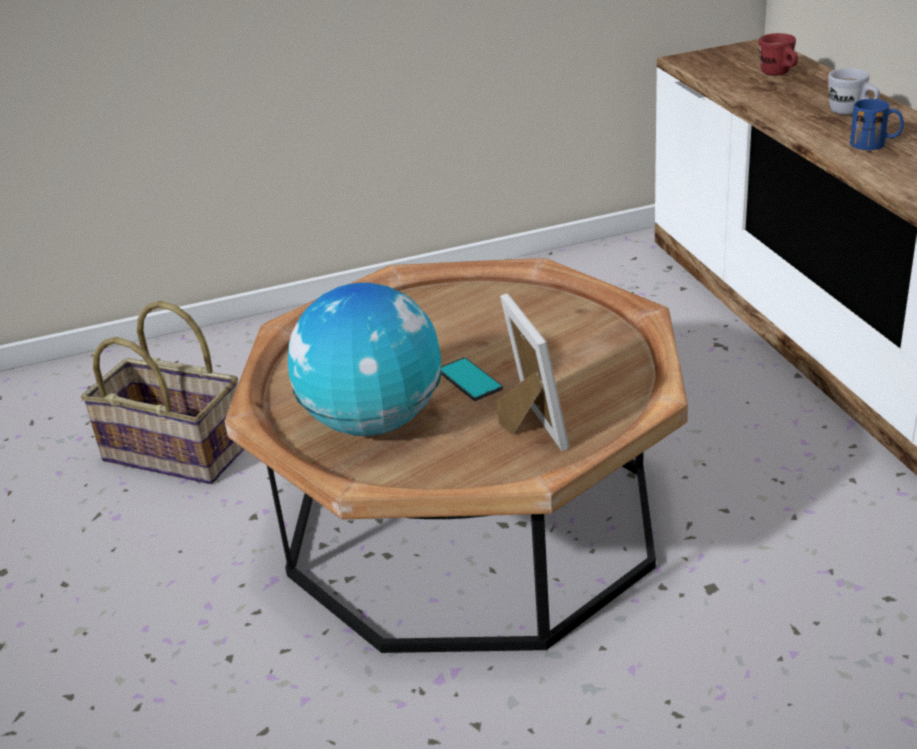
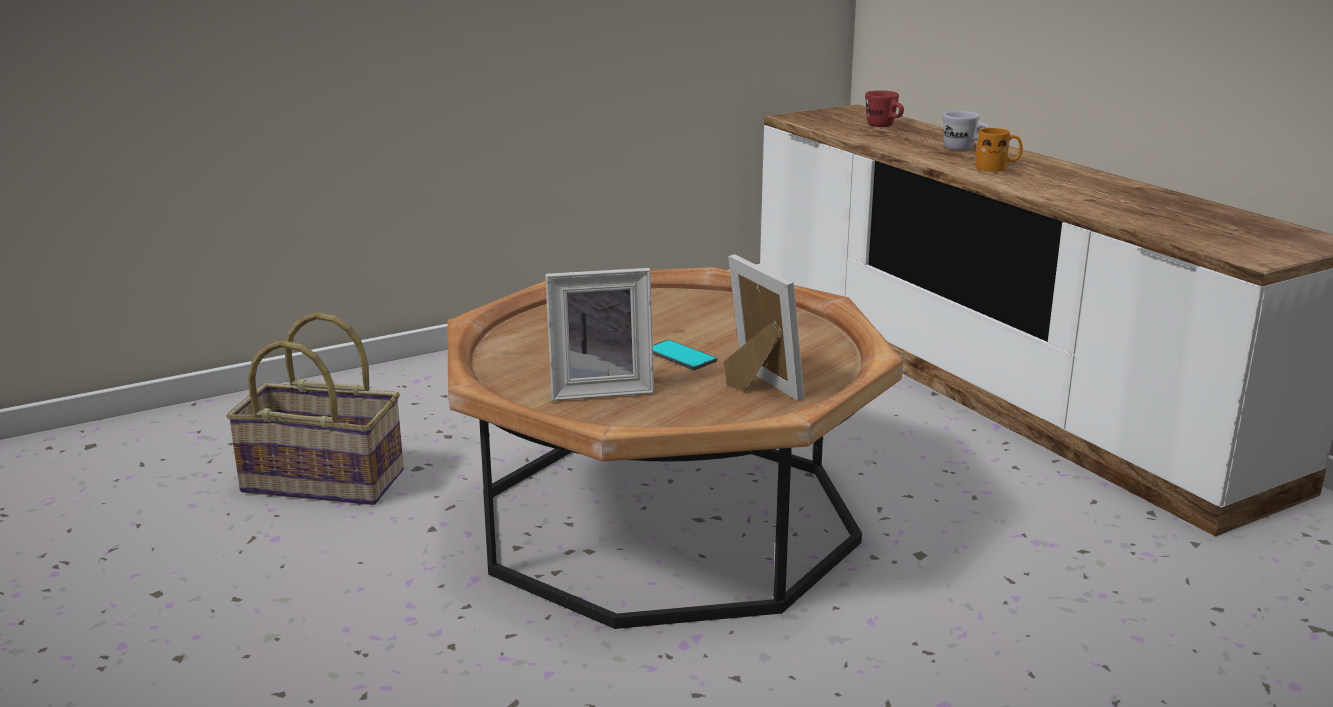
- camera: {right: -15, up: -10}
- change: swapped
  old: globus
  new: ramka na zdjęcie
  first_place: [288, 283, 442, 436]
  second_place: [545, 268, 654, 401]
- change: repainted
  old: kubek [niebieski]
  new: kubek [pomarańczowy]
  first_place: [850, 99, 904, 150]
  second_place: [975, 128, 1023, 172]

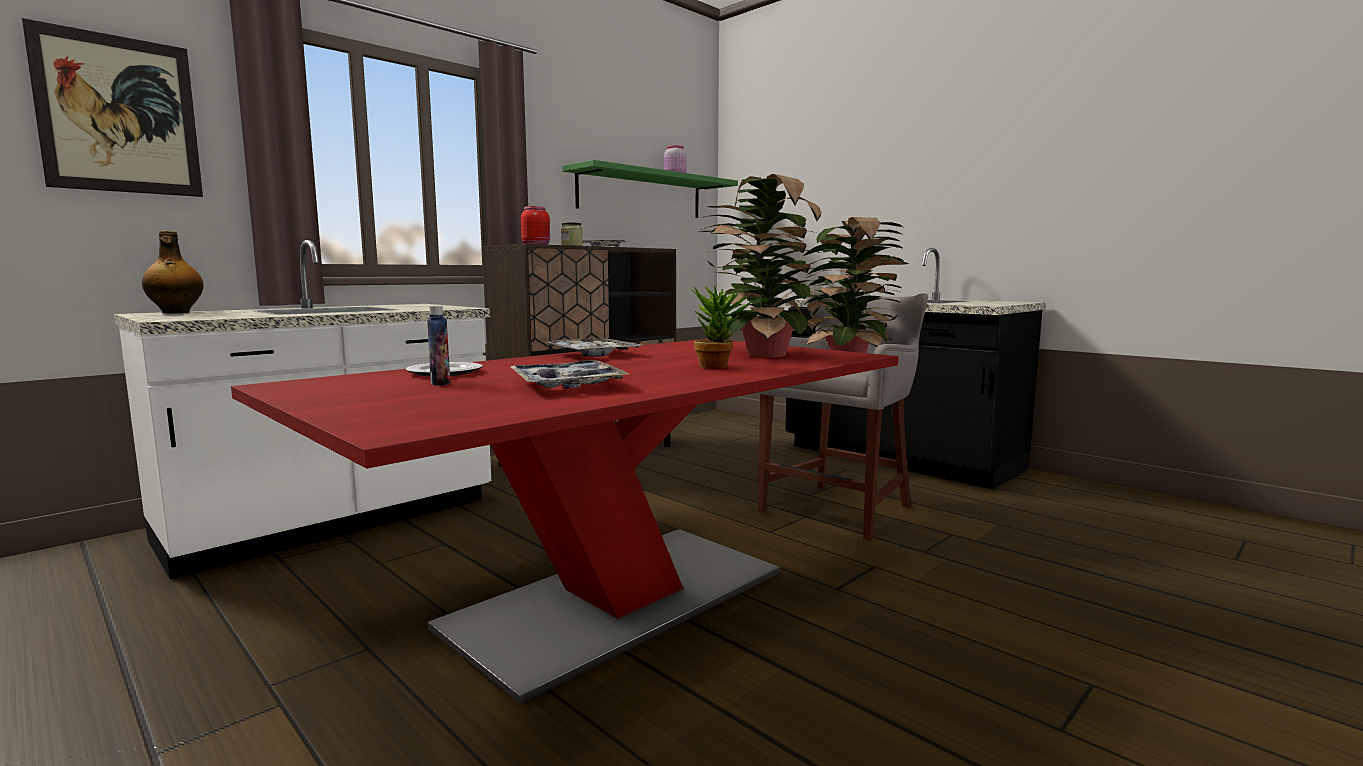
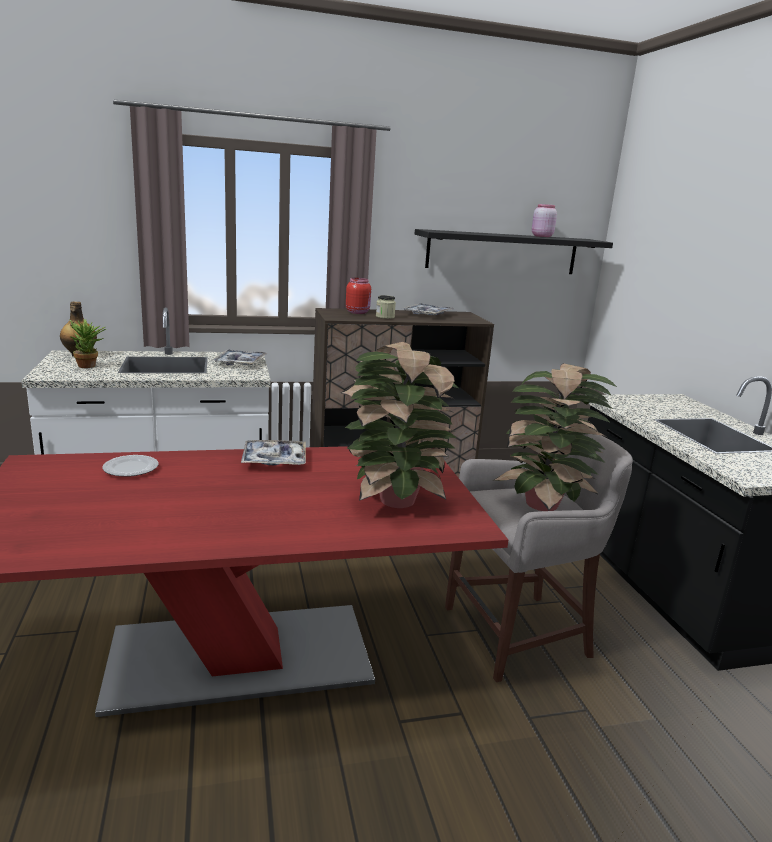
- camera: {right: 30, up: 10}
- change: gone
  old: obraz
  first_place: [22, 18, 203, 197]
- change: gone
  old: butelka
  first_place: [427, 306, 450, 386]
- change: shifted
  old: taca
  first_place: [510, 360, 629, 389]
  second_place: [212, 349, 267, 366]
- change: repainted
  old: półka [zielony]
  new: półka [czarny]
  first_place: [562, 160, 738, 218]
  second_place: [415, 229, 613, 274]
- change: shifted
  old: roślina doniczkowa
  first_place: [690, 285, 752, 369]
  second_place: [70, 320, 106, 368]

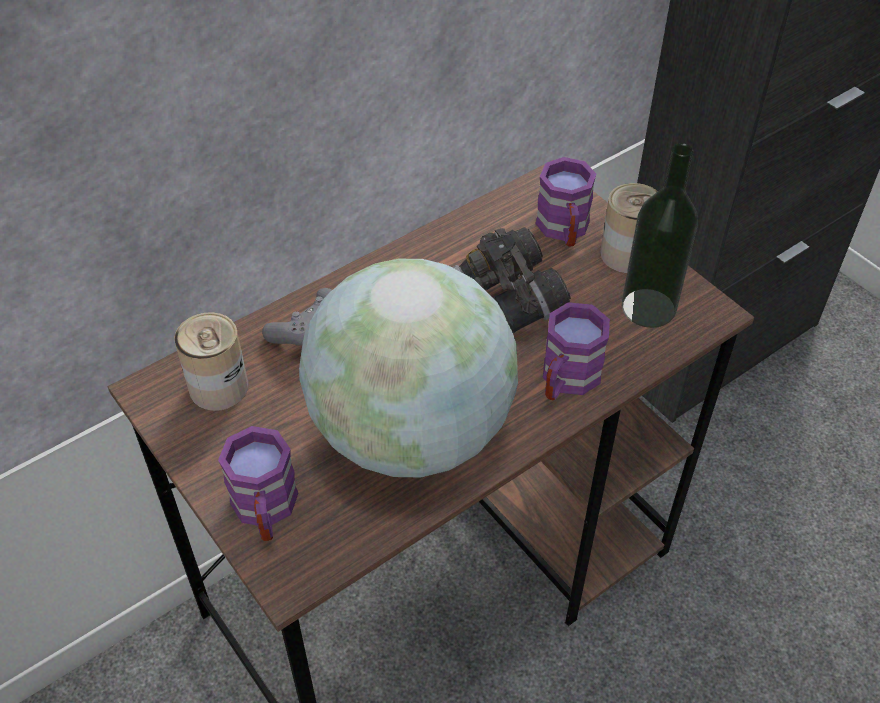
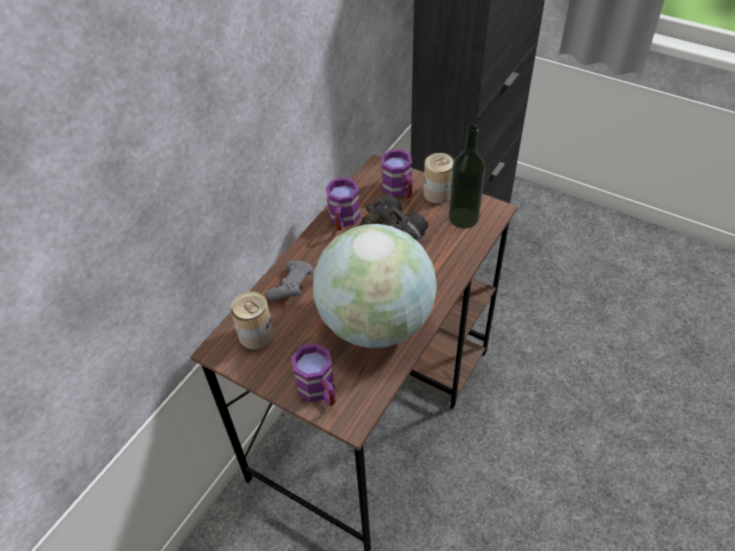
- camera: {right: -20, up: 0}
- change: shifted
  old: kubek [fioletowy]
  first_place: [543, 302, 610, 400]
  second_place: [326, 177, 360, 230]

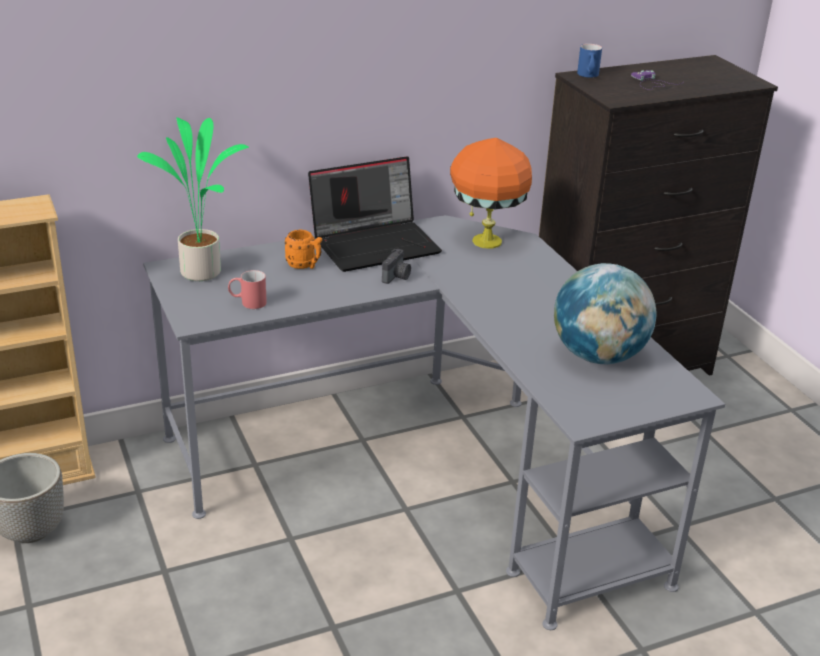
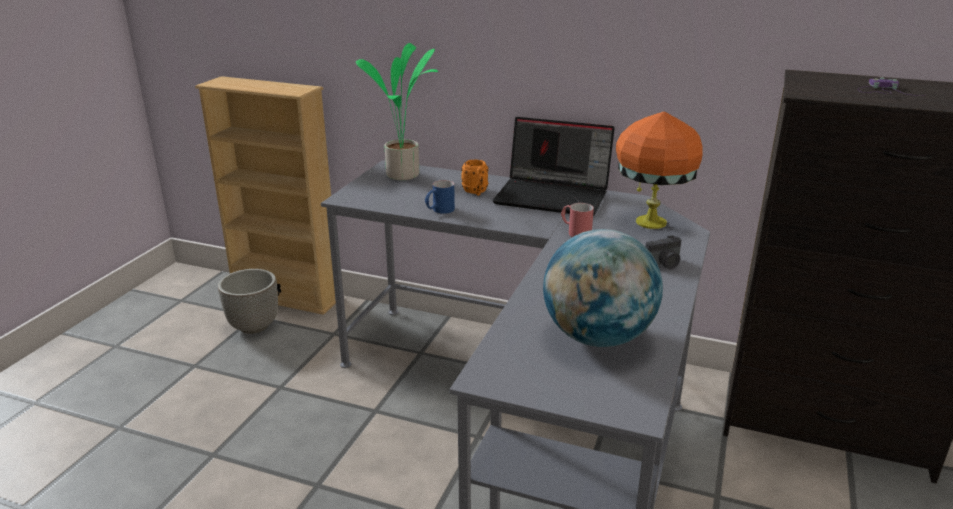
- camera: {right: 45, up: -5}
- change: shifted
  old: kubek [czerwony]
  first_place: [228, 270, 267, 309]
  second_place: [561, 203, 594, 237]
- change: shifted
  old: aparat fotograficzny
  first_place: [382, 249, 411, 284]
  second_place: [645, 235, 682, 269]
- change: shifted
  old: kubek [niebieski]
  first_place: [577, 44, 602, 78]
  second_place: [425, 180, 455, 214]

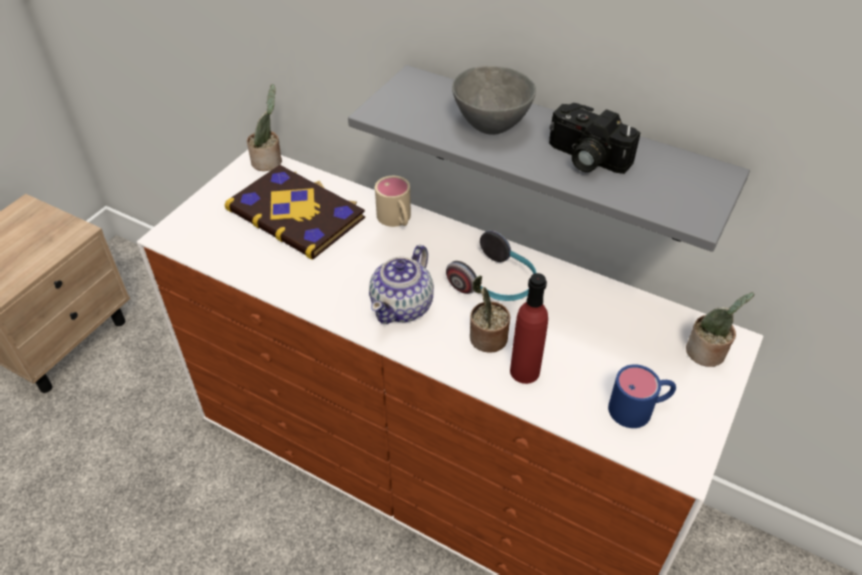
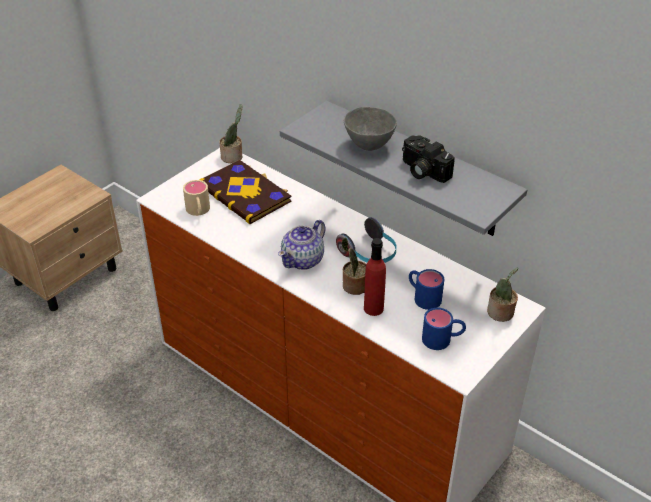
- camera: {right: 10, up: -5}
- change: shifted
  old: kubek [beżowy]
  first_place: [375, 176, 411, 227]
  second_place: [183, 180, 210, 216]
- change: new
  new: kubek [niebieski]
  second_place: [409, 269, 444, 310]

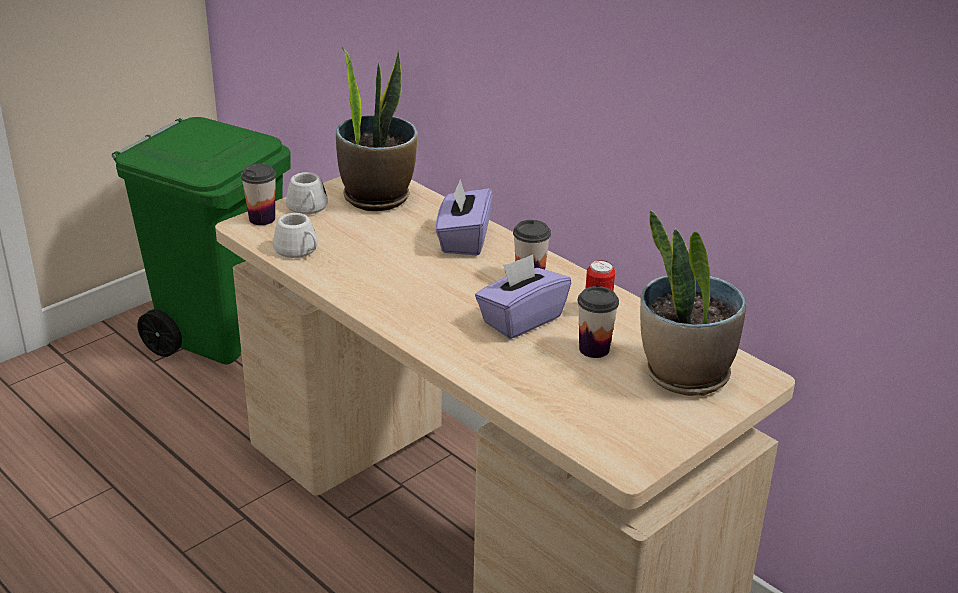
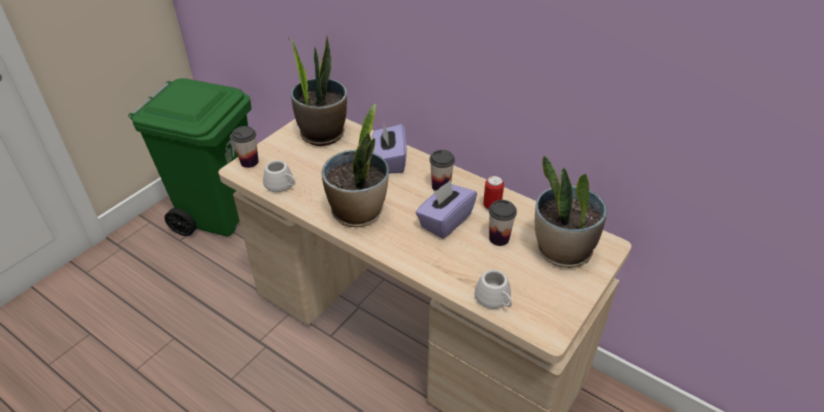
- camera: {right: -10, up: 10}
- change: shifted
  old: kubek [biały]
  first_place: [286, 172, 328, 214]
  second_place: [475, 269, 512, 309]
- change: new
  new: roślina doniczkowa
  second_place: [322, 104, 389, 227]

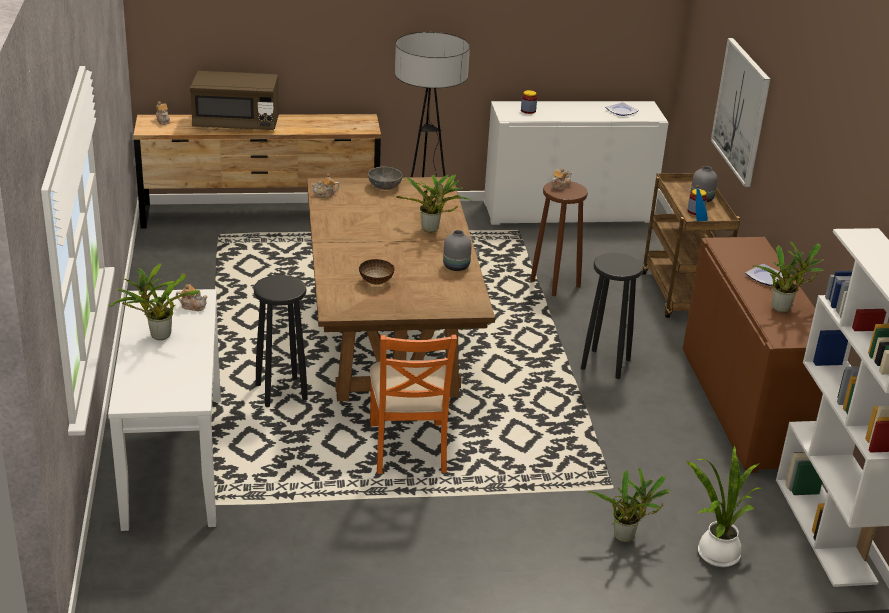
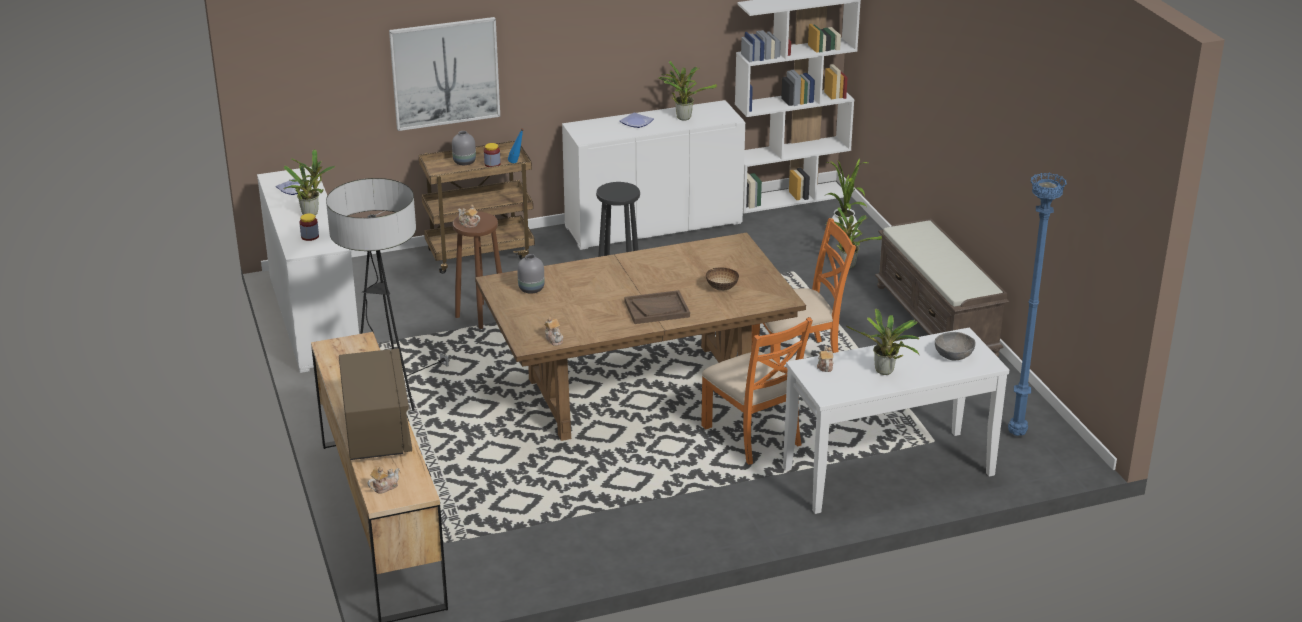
- camera: {right: -100, up: 0}
- change: swapped
  old: stołek [czarny]
  new: krzesło [pomarańczowy]
  first_place: [254, 275, 308, 407]
  second_place: [701, 317, 813, 465]
- change: shifted
  old: miska [szary]
  first_place: [368, 166, 402, 190]
  second_place: [935, 332, 976, 360]
- change: shifted
  old: roślina doniczkowa
  first_place: [396, 175, 472, 232]
  second_place: [283, 149, 336, 215]
- change: shifted
  old: wazon [szary]
  first_place: [443, 230, 472, 271]
  second_place: [517, 254, 544, 293]
- change: repainted
  old: szafka [brązowy]
  new: szafka [biały]
  first_place: [683, 237, 823, 473]
  second_place: [562, 100, 745, 250]
- change: new
  new: taca [brązowy]
  second_place: [624, 290, 690, 324]
- change: new
  new: ławka [brązowy]
  second_place: [875, 218, 1009, 357]
- change: new
  new: lampa stojąca [niebieski]
  second_place: [1008, 173, 1067, 436]

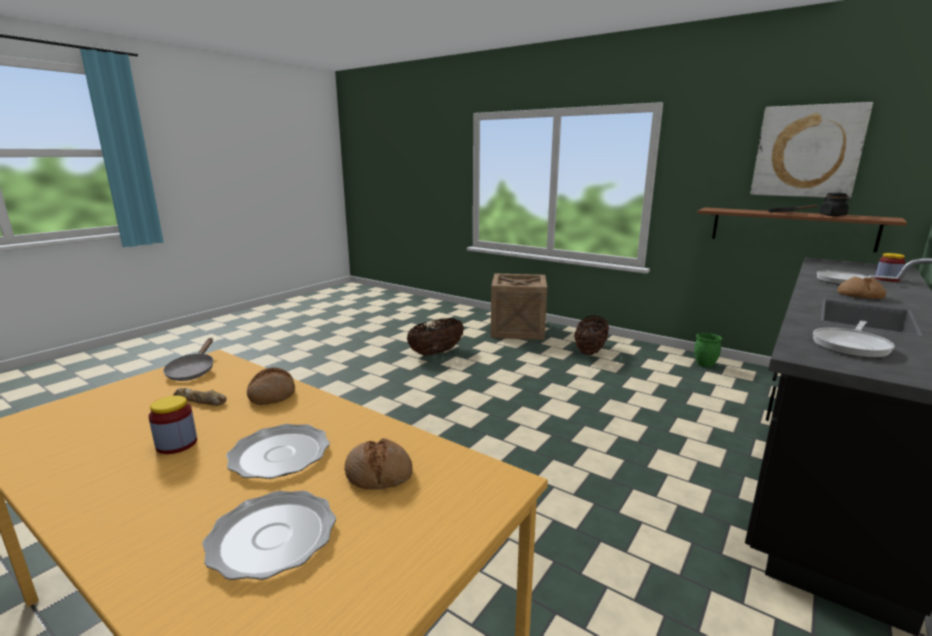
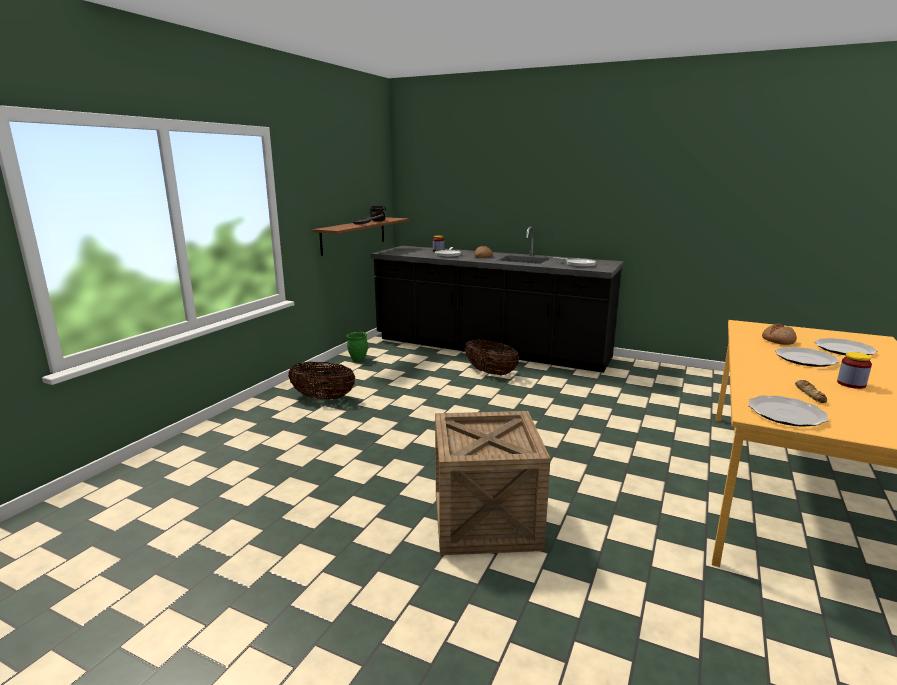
- camera: {right: -100, up: 0}
- change: swapped
  old: patelnia [szary]
  new: talerz
  first_place: [163, 338, 214, 381]
  second_place: [748, 395, 829, 427]
- change: gone
  old: chleb
  first_place: [247, 367, 295, 405]
- change: shifted
  old: koszyk
  first_place: [407, 318, 464, 355]
  second_place: [465, 339, 519, 375]
- change: shifted
  old: skrzynka
  first_place: [490, 274, 547, 340]
  second_place: [435, 411, 550, 555]
- change: gone
  old: obraz
  first_place: [751, 102, 873, 198]

